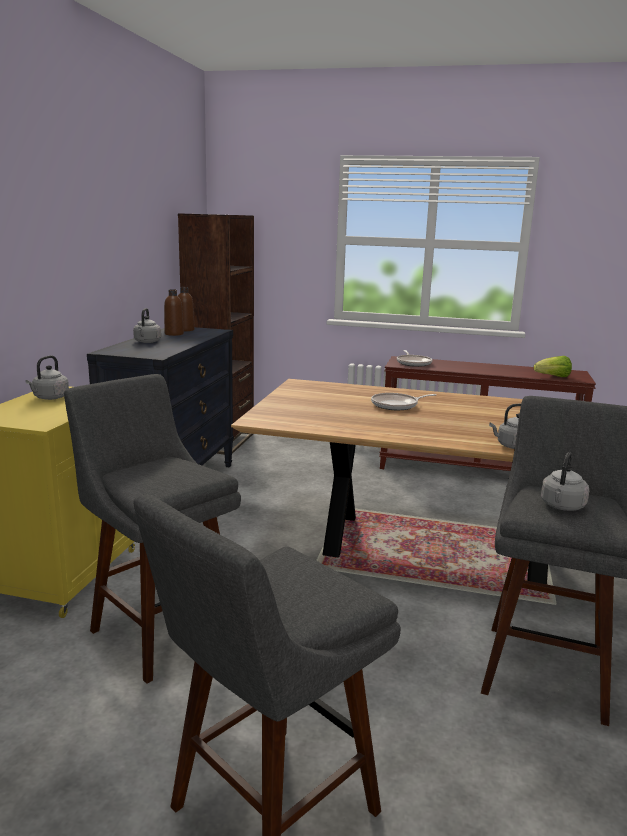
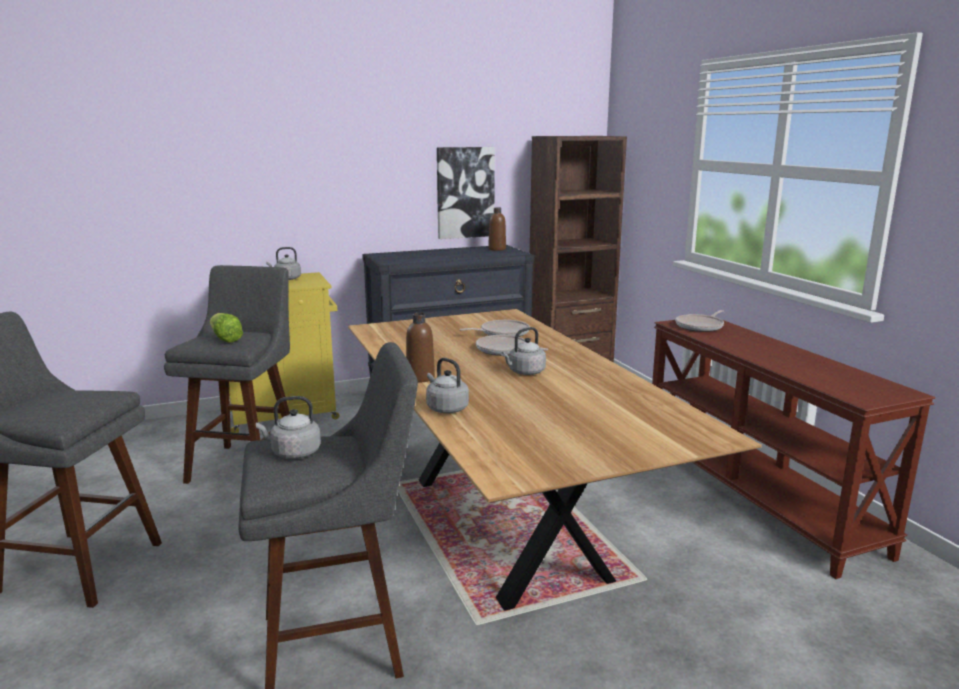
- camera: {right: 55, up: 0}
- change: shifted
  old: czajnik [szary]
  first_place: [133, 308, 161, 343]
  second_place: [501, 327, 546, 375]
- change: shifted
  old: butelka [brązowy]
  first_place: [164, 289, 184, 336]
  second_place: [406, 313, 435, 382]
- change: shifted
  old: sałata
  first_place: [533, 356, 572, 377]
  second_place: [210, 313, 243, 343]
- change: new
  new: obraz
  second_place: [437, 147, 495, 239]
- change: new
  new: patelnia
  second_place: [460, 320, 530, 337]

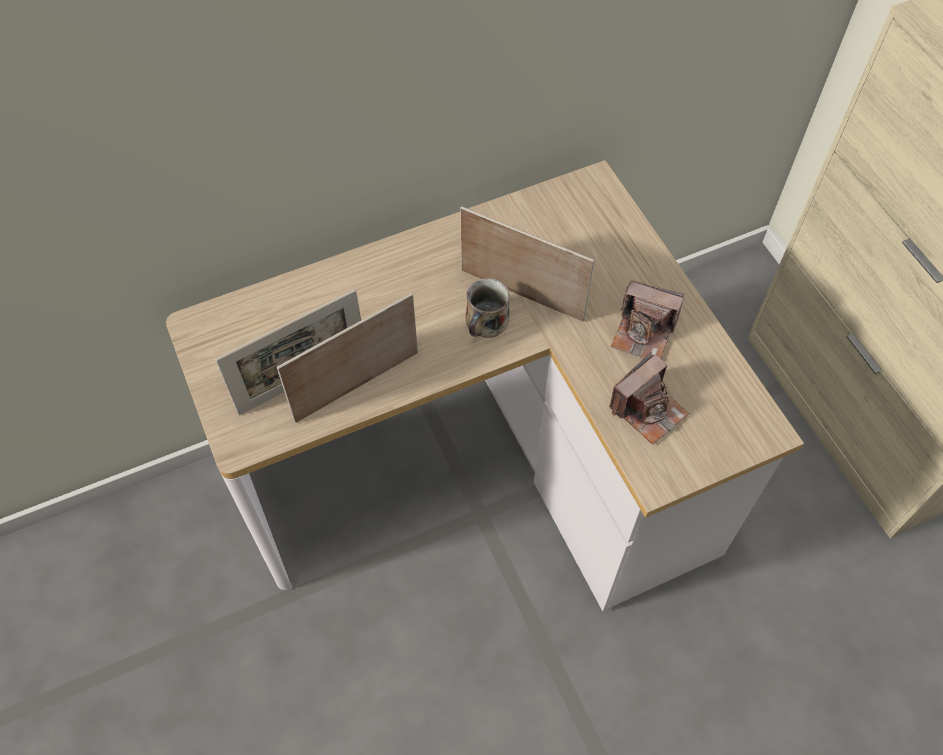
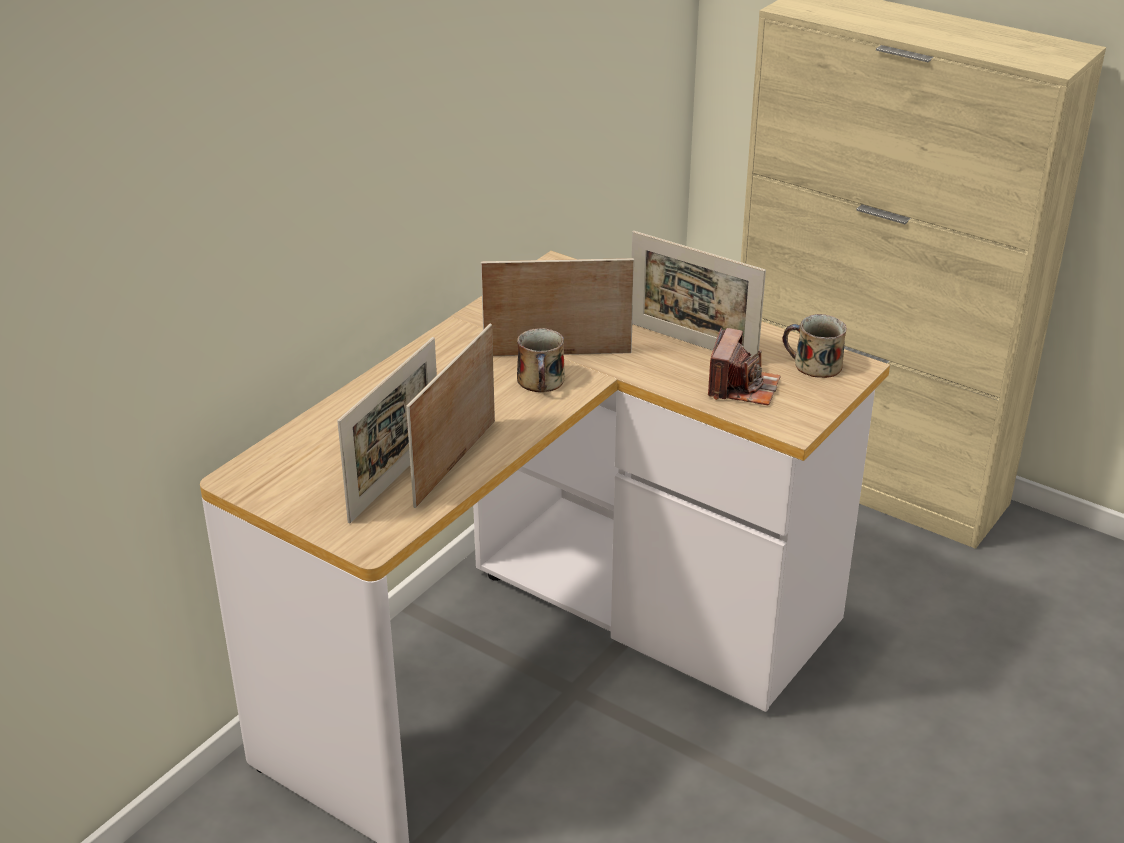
- camera: {right: -30, up: -25}
- change: swapped
  old: aparat fotograficzny
  new: ramka na zdjęcie
  first_place: [611, 281, 684, 359]
  second_place: [631, 231, 766, 358]
- change: new
  new: kubek
  second_place: [783, 314, 847, 378]

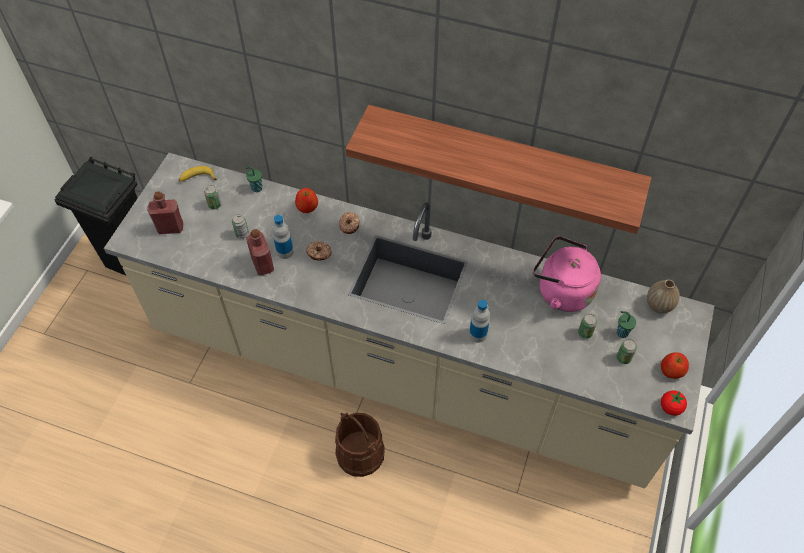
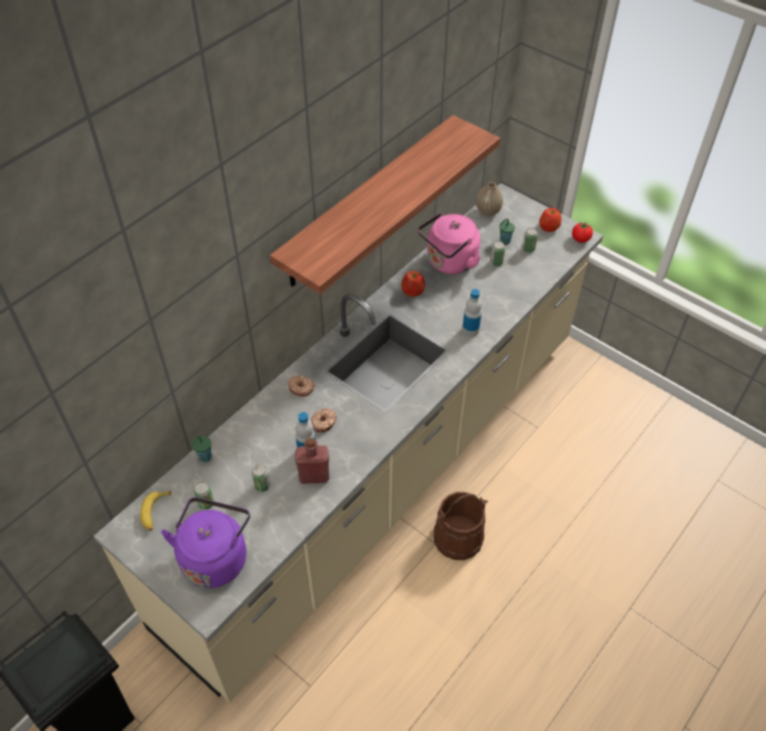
- camera: {right: -70, up: -5}
- change: swapped
  old: butelka [czerwony]
  new: czajnik [fioletowy]
  first_place: [147, 191, 183, 234]
  second_place: [161, 497, 250, 588]
- change: shifted
  old: jabłko
  first_place: [295, 188, 318, 213]
  second_place: [401, 271, 425, 297]

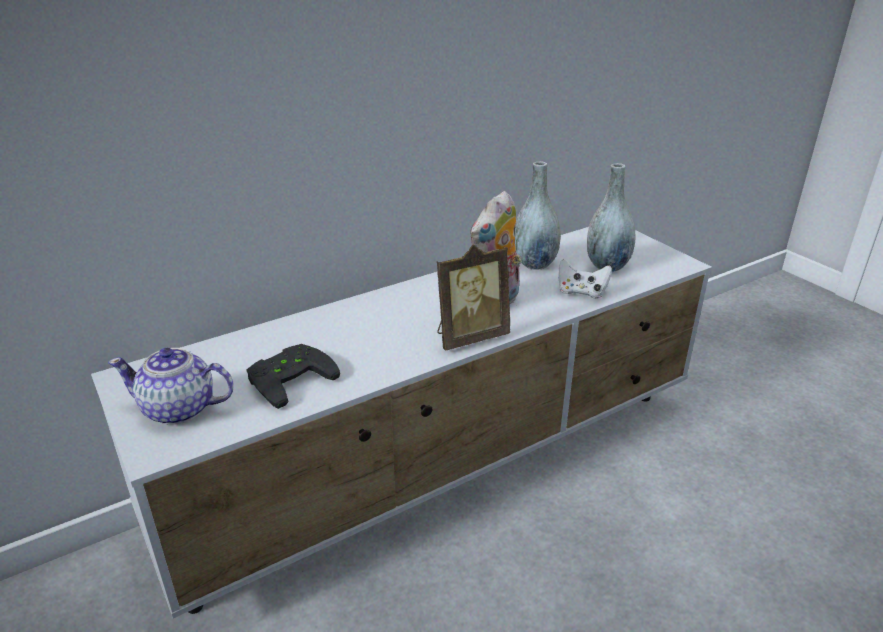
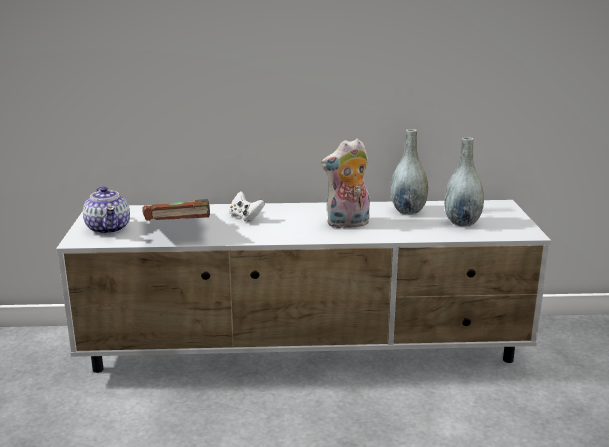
- camera: {right: 30, up: -10}
- change: rotated
  old: imbryk
  first_place: [108, 348, 234, 425]
  second_place: [83, 187, 130, 234]
  degrees: -150
- change: swapped
  old: pad do gier [czarny]
  new: książka [brązowy]
  first_place: [246, 344, 340, 409]
  second_place: [142, 199, 210, 221]
- change: gone
  old: ramka na zdjęcie
  first_place: [437, 245, 510, 351]
- change: shifted
  old: pad do gier [biały]
  first_place: [558, 259, 612, 299]
  second_place: [229, 191, 265, 222]

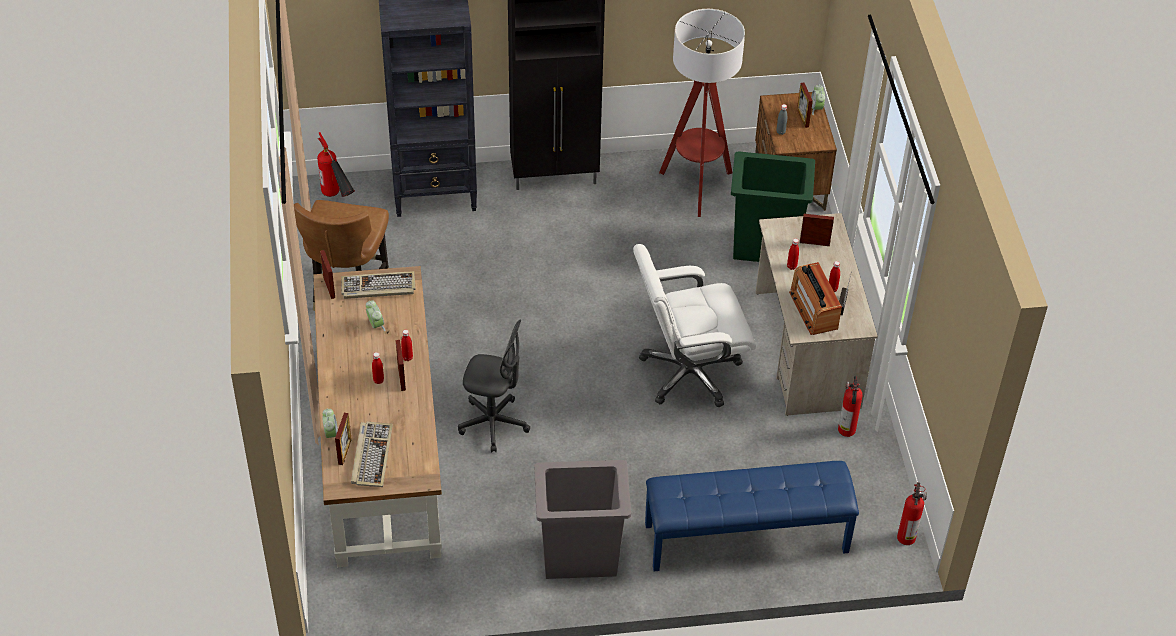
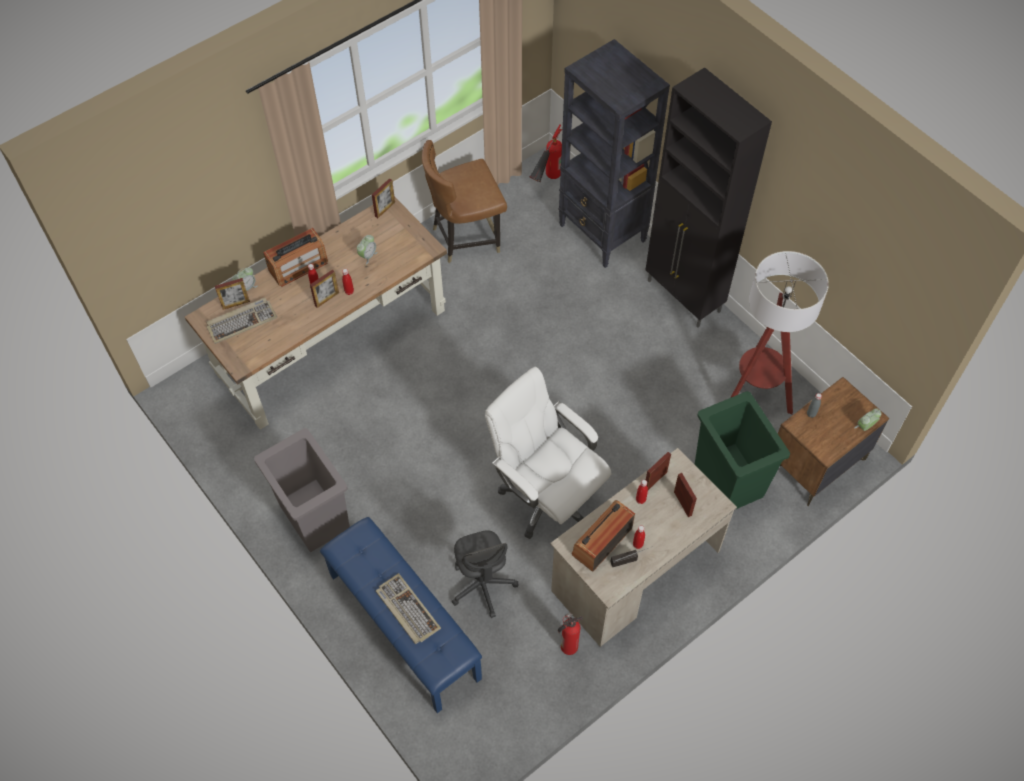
- camera: {right: 60, up: 10}
- change: shifted
  old: klawiatura
  first_place: [341, 271, 415, 299]
  second_place: [376, 573, 441, 644]
- change: shifted
  old: krzesło biurowe [szary]
  first_place: [458, 320, 530, 452]
  second_place: [452, 530, 518, 618]
- change: shifted
  old: ramka na zdjęcie
  first_place: [797, 82, 813, 128]
  second_place: [646, 452, 671, 490]
- change: gone
  old: gaśnica
  first_place: [897, 482, 927, 545]
- change: new
  new: radio
  second_place: [263, 228, 328, 287]

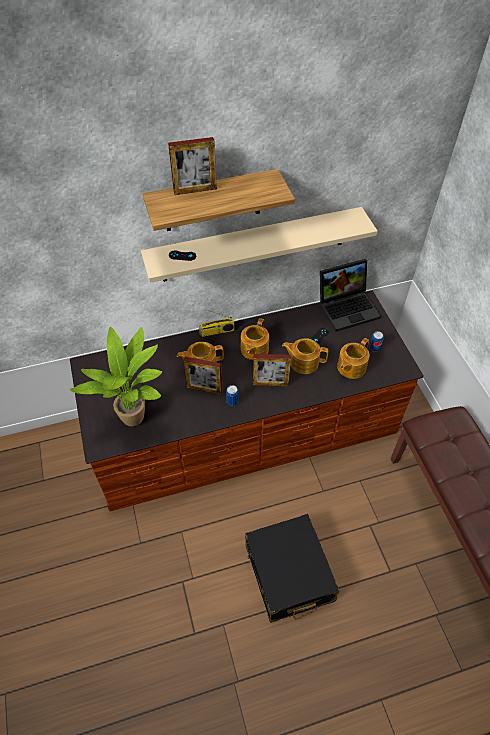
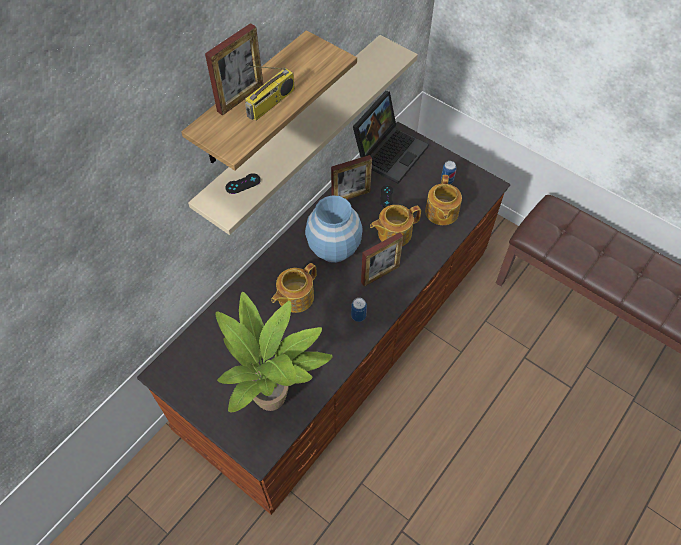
- camera: {right: -35, up: 5}
- change: shifted
  old: ramka na zdjęcie
  first_place: [183, 357, 223, 395]
  second_place: [331, 155, 372, 200]
- change: shifted
  old: radio
  first_place: [199, 309, 234, 337]
  second_place: [245, 66, 295, 121]
- change: swapped
  old: imbryk
  new: wazon [niebieski]
  first_place: [241, 318, 269, 360]
  second_place: [305, 195, 362, 263]
- change: gone
  old: walizka [czarny]
  first_place: [245, 514, 339, 623]

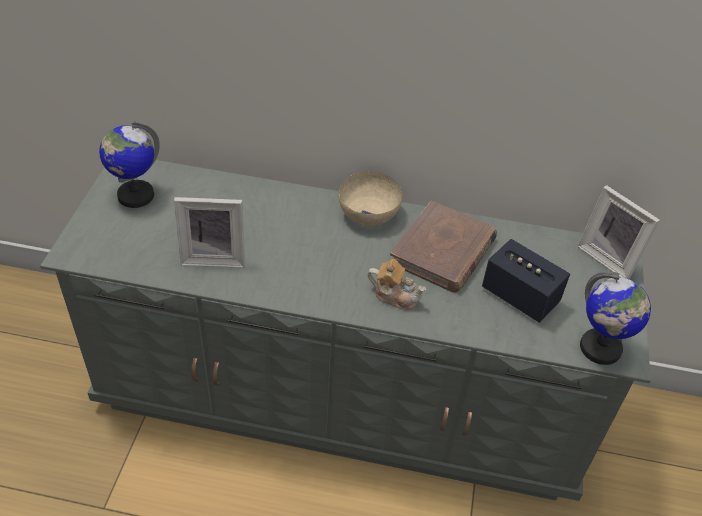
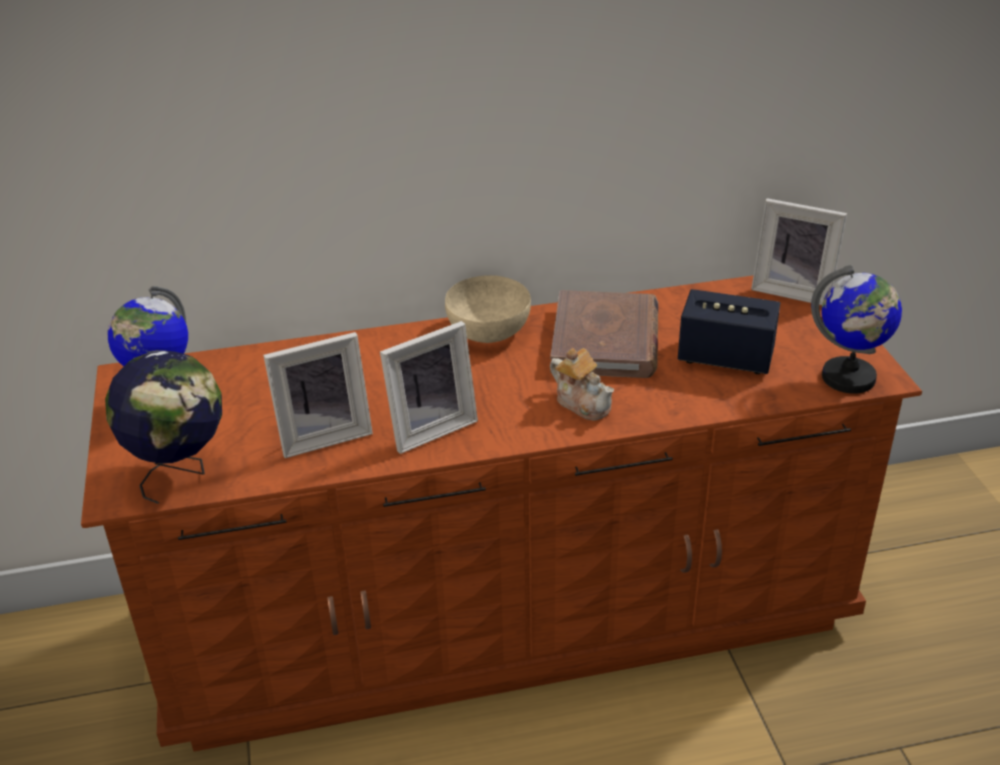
- camera: {right: -20, up: -10}
- change: repainted
  old: komoda [szary]
  new: komoda [brązowy]
  first_place: [40, 160, 651, 501]
  second_place: [81, 275, 922, 752]
- change: rotated
  old: imbryk
  first_place: [367, 259, 426, 310]
  second_place: [550, 348, 614, 421]
  degrees: 45
- change: new
  new: globus
  second_place: [105, 350, 222, 504]
- change: new
  new: ramka na zdjęcie
  second_place: [380, 321, 478, 454]

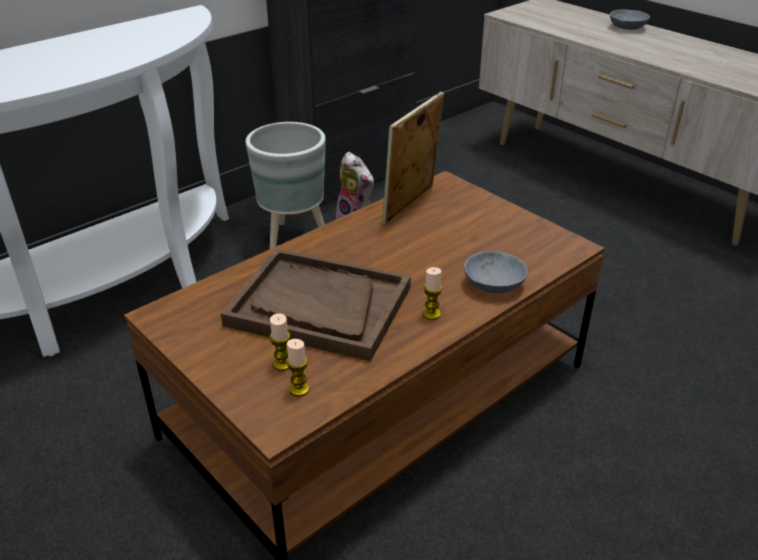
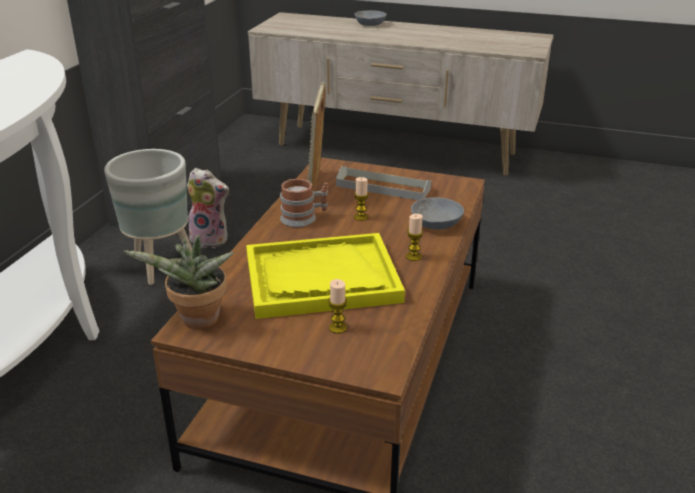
- camera: {right: -30, up: -5}
- change: repainted
  old: taca [brązowy]
  new: taca [żółty]
  first_place: [221, 248, 411, 361]
  second_place: [246, 233, 405, 319]
- change: shifted
  old: świeca
  first_place: [286, 339, 310, 396]
  second_place: [354, 177, 369, 221]
- change: new
  new: roślina doniczkowa
  second_place: [123, 234, 234, 329]
- change: new
  new: kubek
  second_place: [280, 179, 328, 227]
- change: new
  new: taca [szary]
  second_place: [336, 166, 431, 200]

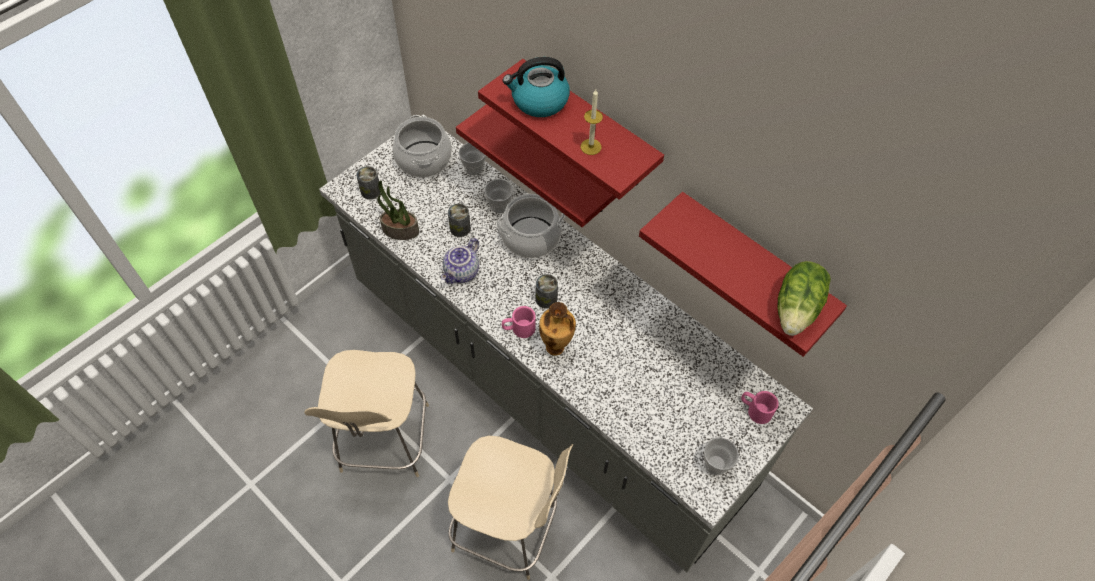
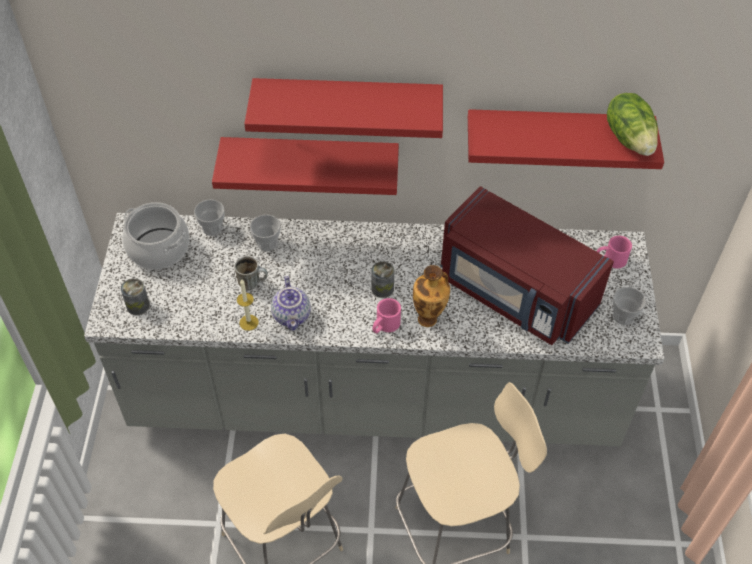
- camera: {right: -40, up: -5}
- change: gone
  old: roślina doniczkowa
  first_place: [378, 181, 419, 240]
- change: swapped
  old: puszka
  new: kubek
  first_place: [448, 203, 471, 237]
  second_place: [234, 256, 268, 290]
- change: gone
  old: garnek
  first_place: [496, 194, 565, 258]
- change: gone
  old: czajnik
  first_place: [503, 57, 570, 117]
- change: shifted
  old: świeca
  first_place: [581, 90, 603, 155]
  second_place: [237, 279, 259, 331]
- change: new
  new: mikrofalówka [czerwony]
  second_place: [441, 186, 614, 345]

